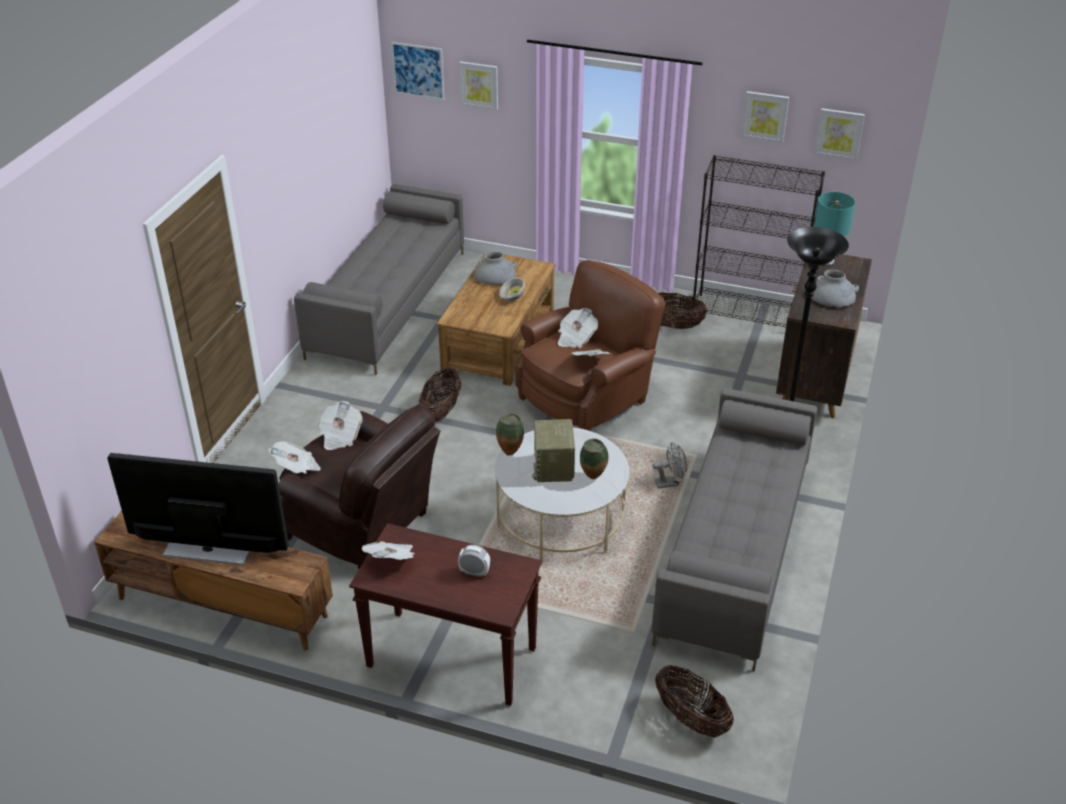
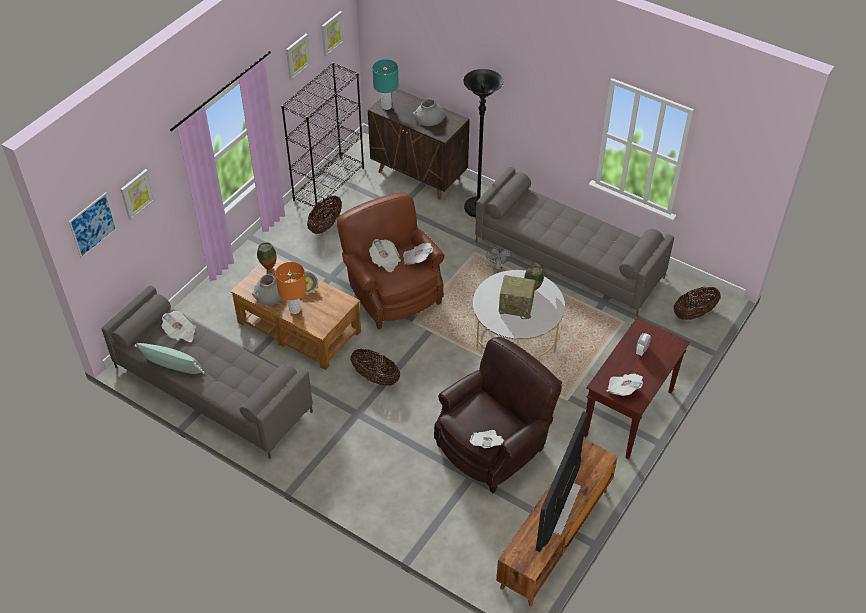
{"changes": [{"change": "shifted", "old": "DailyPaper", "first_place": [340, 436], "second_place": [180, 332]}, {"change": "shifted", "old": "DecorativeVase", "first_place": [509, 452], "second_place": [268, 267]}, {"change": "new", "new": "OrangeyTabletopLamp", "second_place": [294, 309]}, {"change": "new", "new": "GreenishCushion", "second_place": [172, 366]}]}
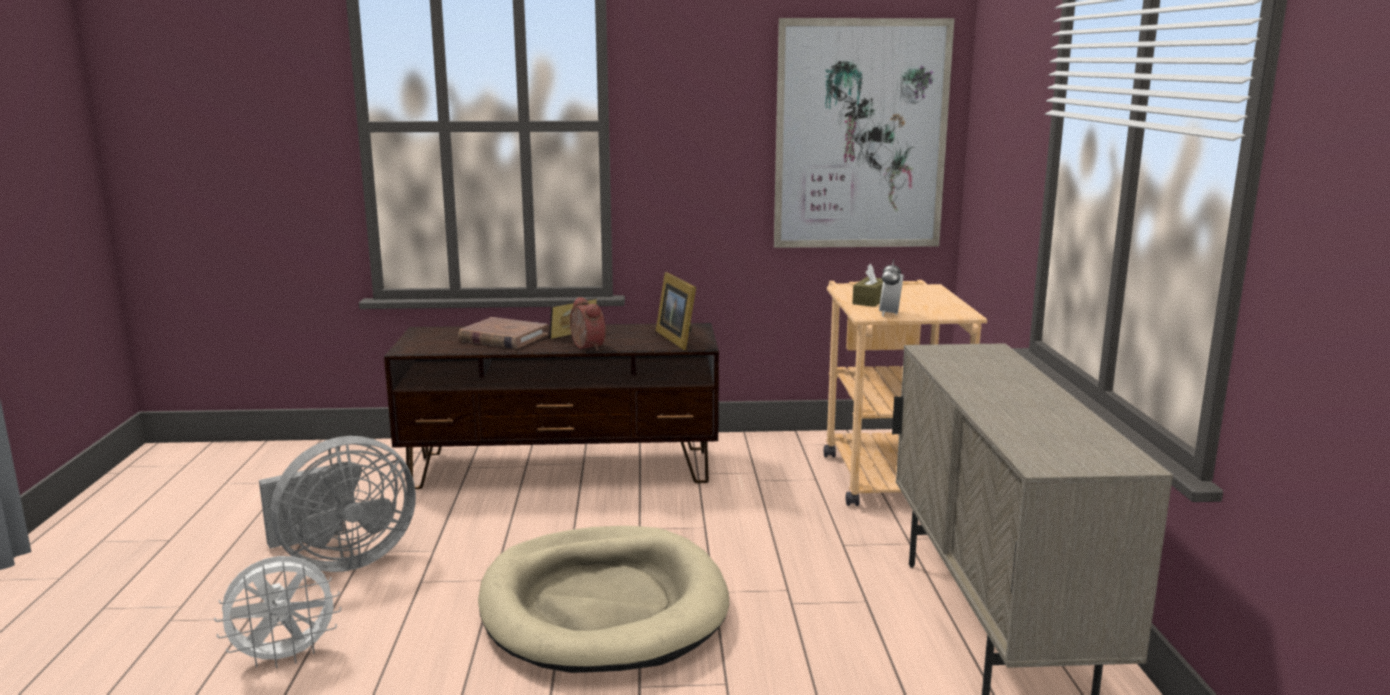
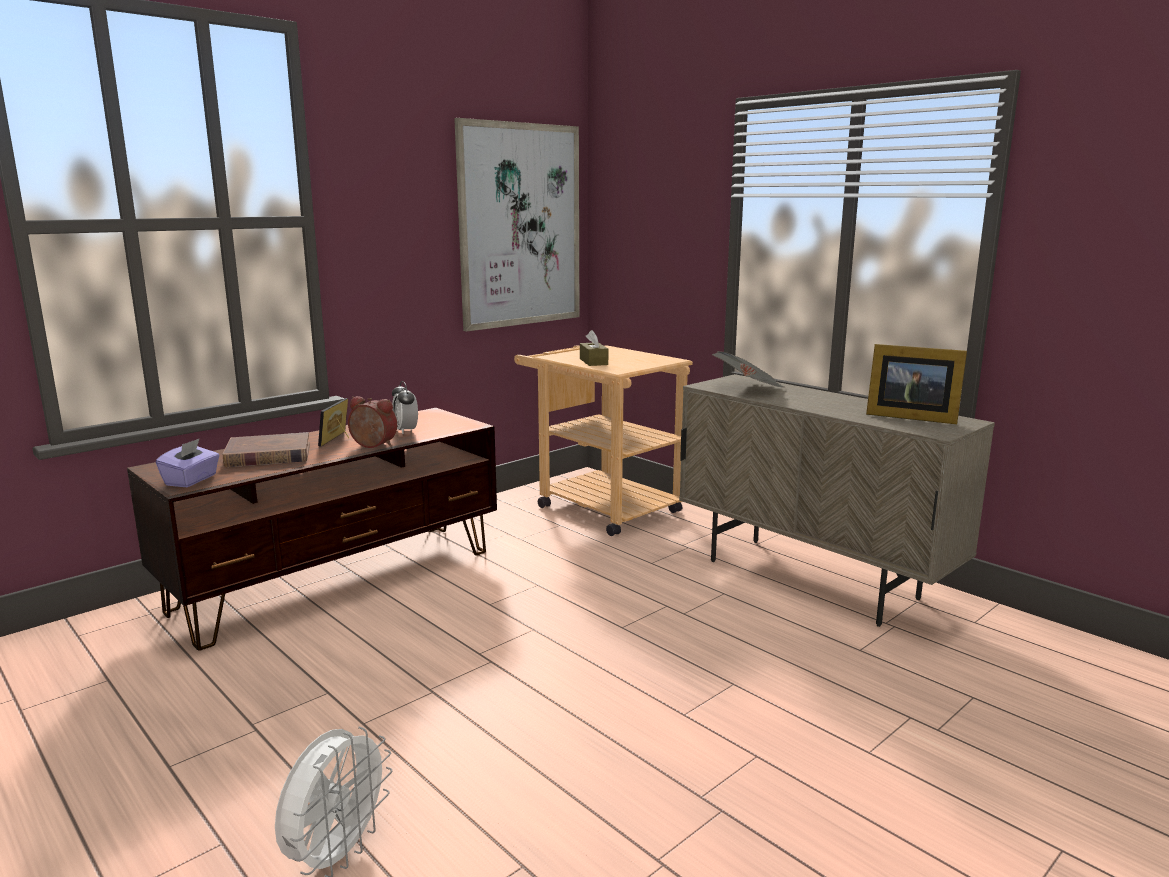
{"changes": [{"change": "shifted", "old": "BedsideClock", "first_place": [890, 314], "second_place": [406, 430]}, {"change": "shifted", "old": "PictureFrame", "first_place": [678, 339], "second_place": [908, 416]}, {"change": "gone", "old": "GreyFan", "first_place": [341, 560]}, {"change": "gone", "old": "SandColouredDogBed", "first_place": [603, 606]}, {"change": "new", "new": "DailyPaper", "second_place": [749, 389]}, {"change": "new", "new": "PurpleTissueHolder", "second_place": [191, 480]}]}
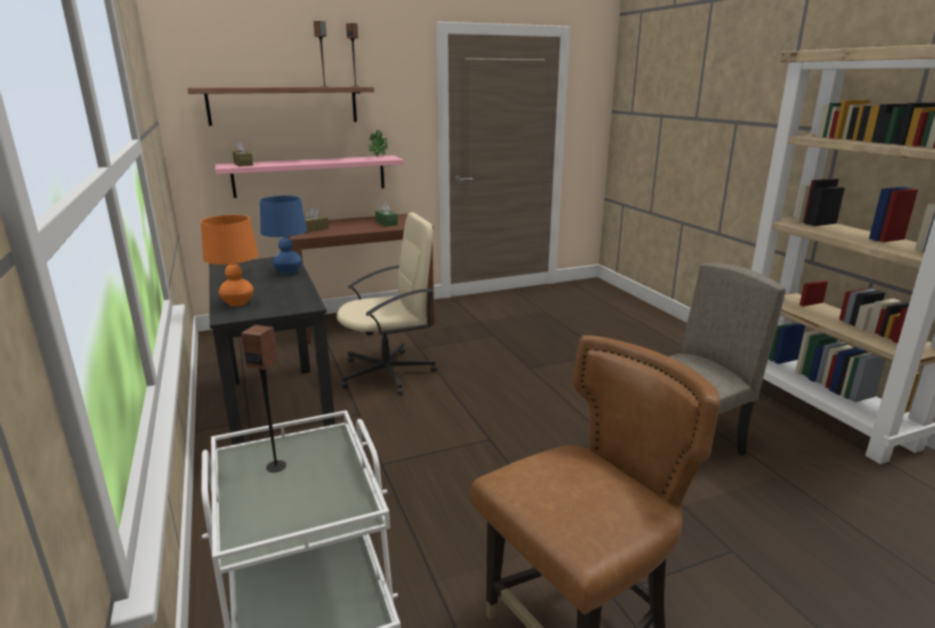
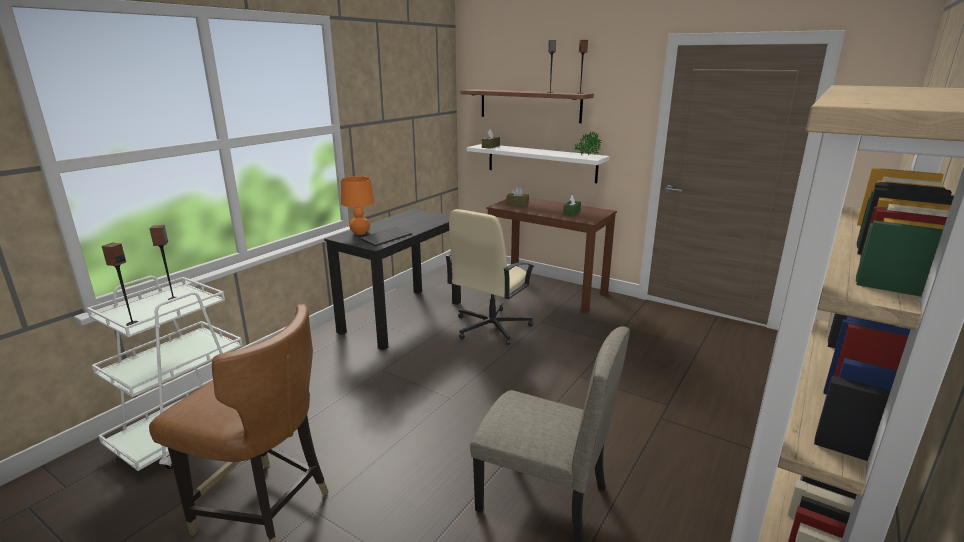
{"changes": [{"change": "repainted", "old": "PinkColouredShelf", "new": "WhitishShelf", "first_place": [310, 176], "second_place": [541, 162]}, {"change": "gone", "old": "BlueColouredTabletopLamp", "first_place": [288, 272]}, {"change": "rotated", "old": "SandColouredOfficeChair", "first_place": [388, 373], "second_place": [490, 327], "degrees": 90}, {"change": "new", "new": "Keyboard", "second_place": [386, 237]}, {"change": "new", "new": "Loudspeaker", "second_place": [132, 323]}]}
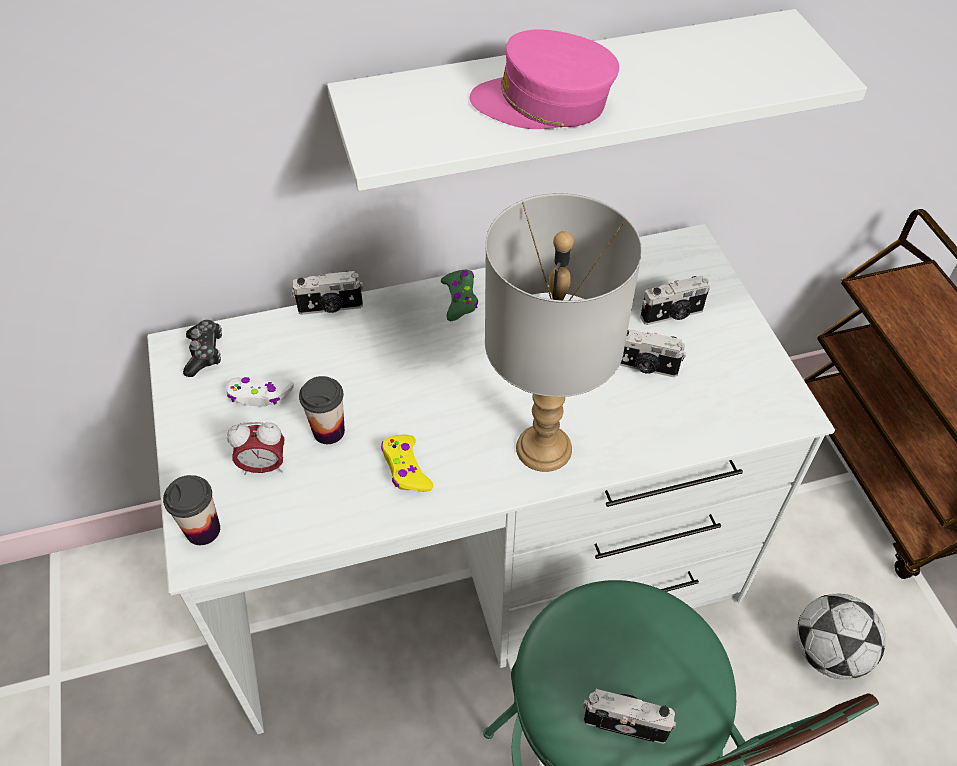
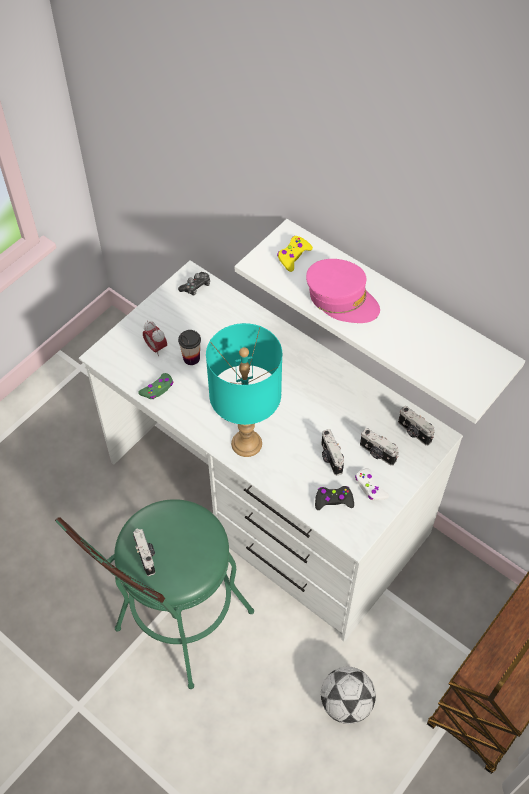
{"changes": [{"change": "rotated", "old": "PinkColouredBaseballCap", "first_place": [543, 103], "second_place": [341, 299], "degrees": 150}, {"change": "repainted", "old": "GreyTabletopLamp", "new": "TurquoiseTabletopLamp", "first_place": [542, 448], "second_place": [246, 443]}, {"change": "shifted", "old": "GreenishGamepad", "first_place": [460, 299], "second_place": [157, 389]}, {"change": "shifted", "old": "PhotoCamera", "first_place": [330, 308], "second_place": [413, 432]}, {"change": "shifted", "old": "WhitishGamepad", "first_place": [260, 395], "second_place": [370, 488]}, {"change": "shifted", "old": "YellowGamepad", "first_place": [406, 469], "second_place": [293, 256]}, {"change": "gone", "old": "SmallCup", "first_place": [203, 530]}, {"change": "new", "new": "BlackColouredGamepad", "second_place": [333, 500]}]}
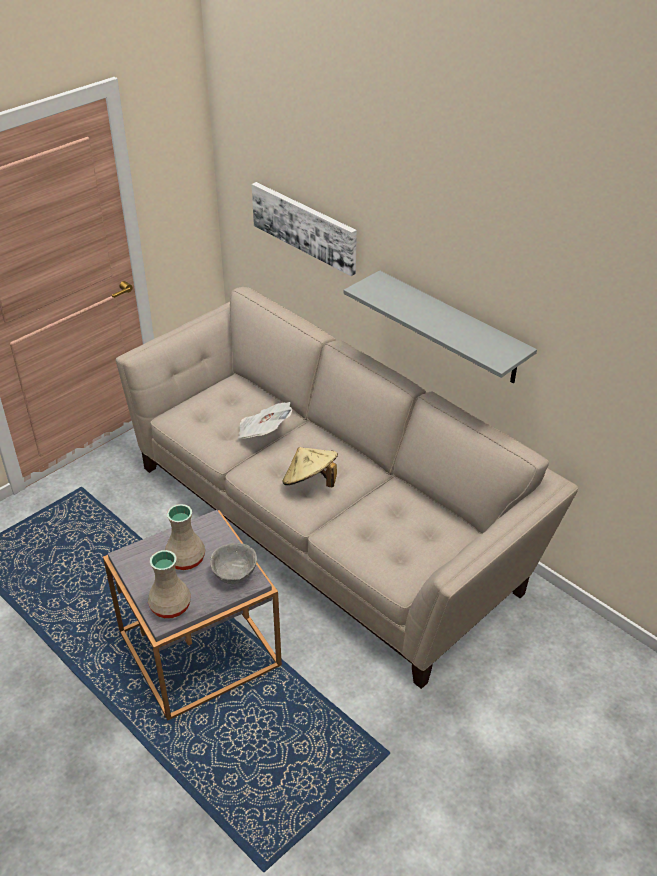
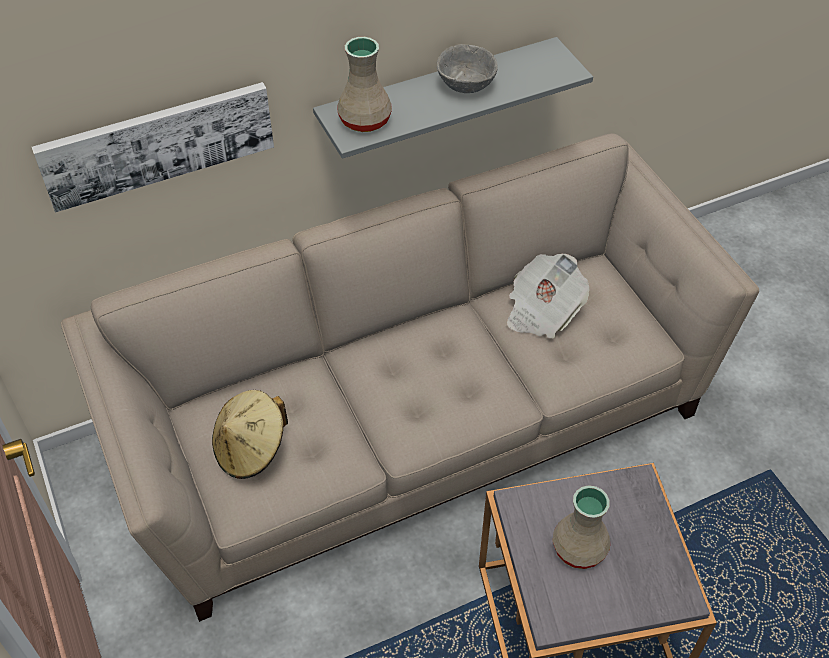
{"changes": [{"change": "shifted", "old": "DailyPaper", "first_place": [263, 432], "second_place": [542, 311]}, {"change": "shifted", "old": "SandColouredHat", "first_place": [310, 482], "second_place": [251, 449]}, {"change": "shifted", "old": "GreyServingBowl", "first_place": [235, 574], "second_place": [466, 85]}, {"change": "shifted", "old": "SandColouredDecorativeVase", "first_place": [169, 606], "second_place": [364, 121]}]}
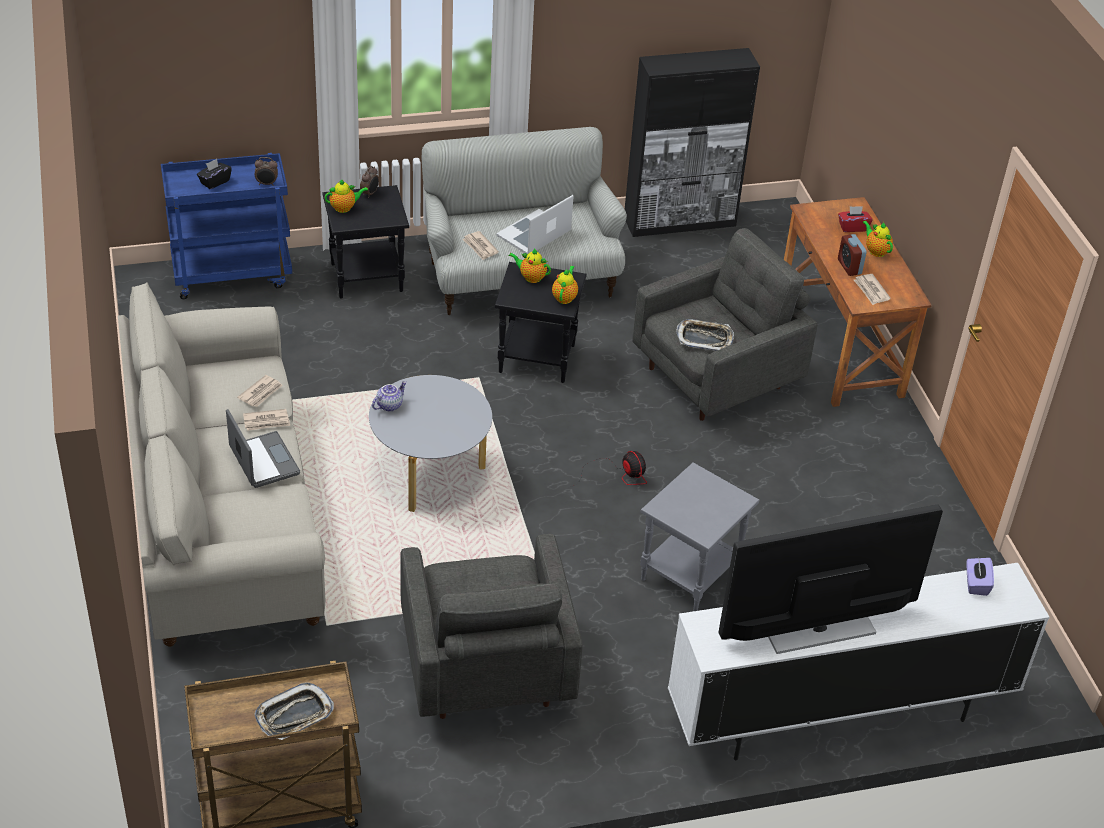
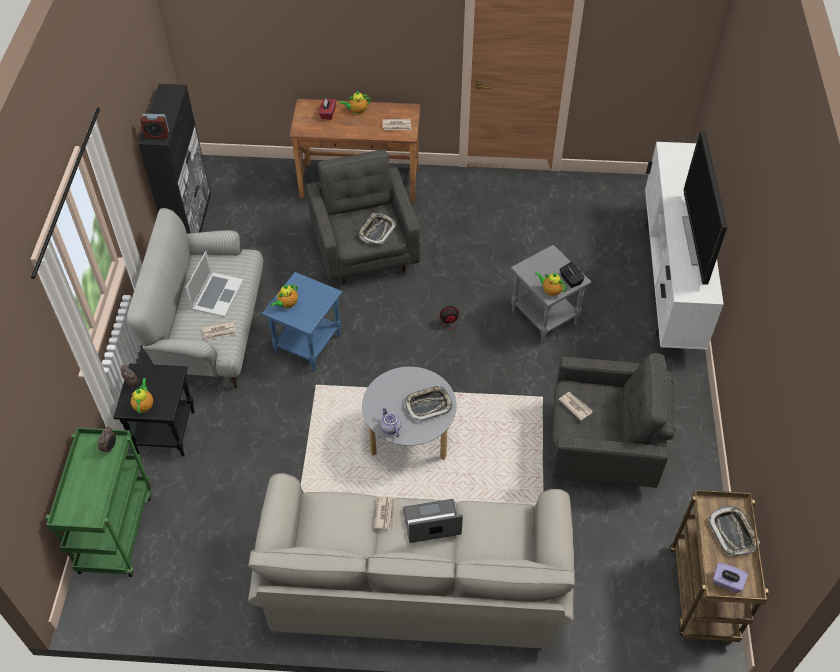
{"changes": [{"change": "repainted", "old": "BlueColouredCart", "new": "GreenishCart", "first_place": [233, 274], "second_place": [115, 530]}, {"change": "shifted", "old": "BlackColouredTissueHolder", "first_place": [215, 182], "second_place": [570, 280]}, {"change": "rotated", "old": "NotebookComputer", "first_place": [534, 233], "second_place": [217, 294], "degrees": -135}, {"change": "shifted", "old": "BedsideClock", "first_place": [849, 267], "second_place": [157, 135]}, {"change": "repainted", "old": "BlackColouredAccentTable", "new": "BlueColouredAccentTable", "first_place": [538, 358], "second_place": [307, 344]}, {"change": "shifted", "old": "TeaPot", "first_place": [565, 297], "second_place": [550, 291]}, {"change": "shifted", "old": "DailyPaper", "first_place": [261, 393], "second_place": [575, 406]}, {"change": "shifted", "old": "PurpleTissueHolder", "first_place": [976, 584], "second_place": [727, 582]}, {"change": "new", "new": "ServingTray", "second_place": [428, 405]}]}
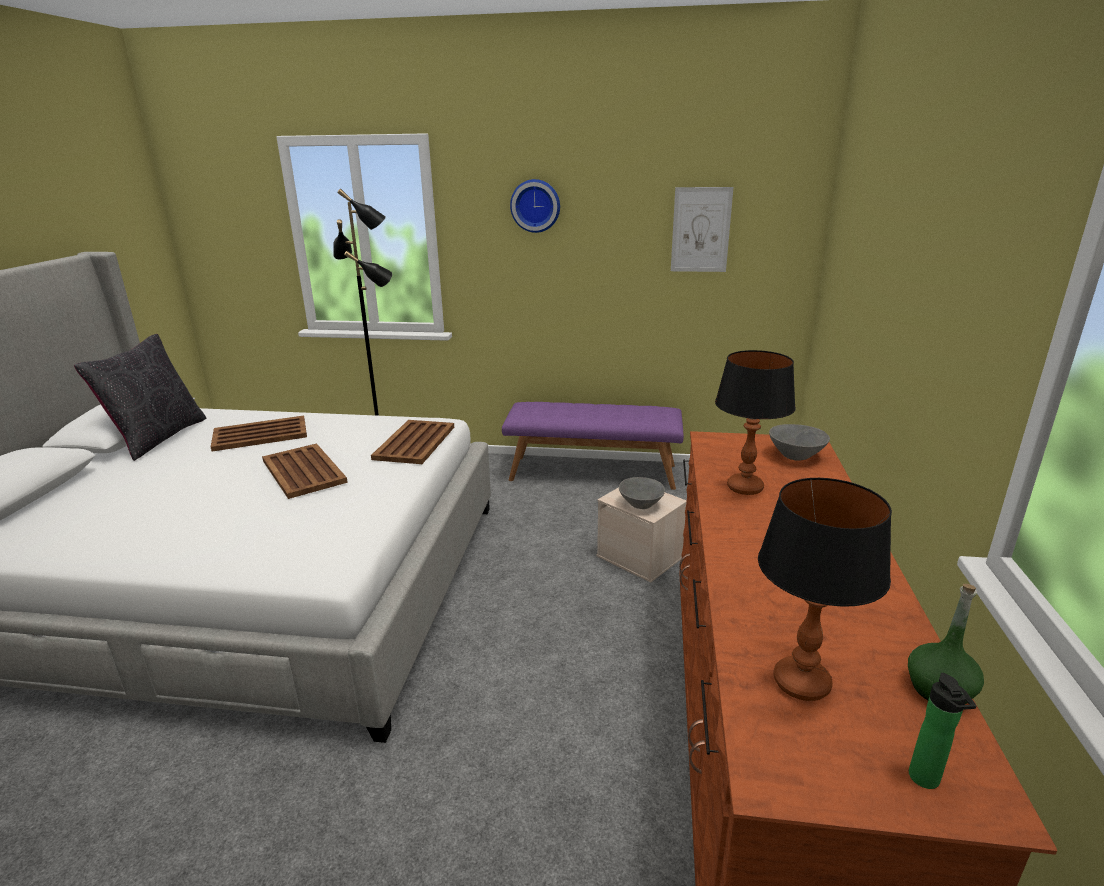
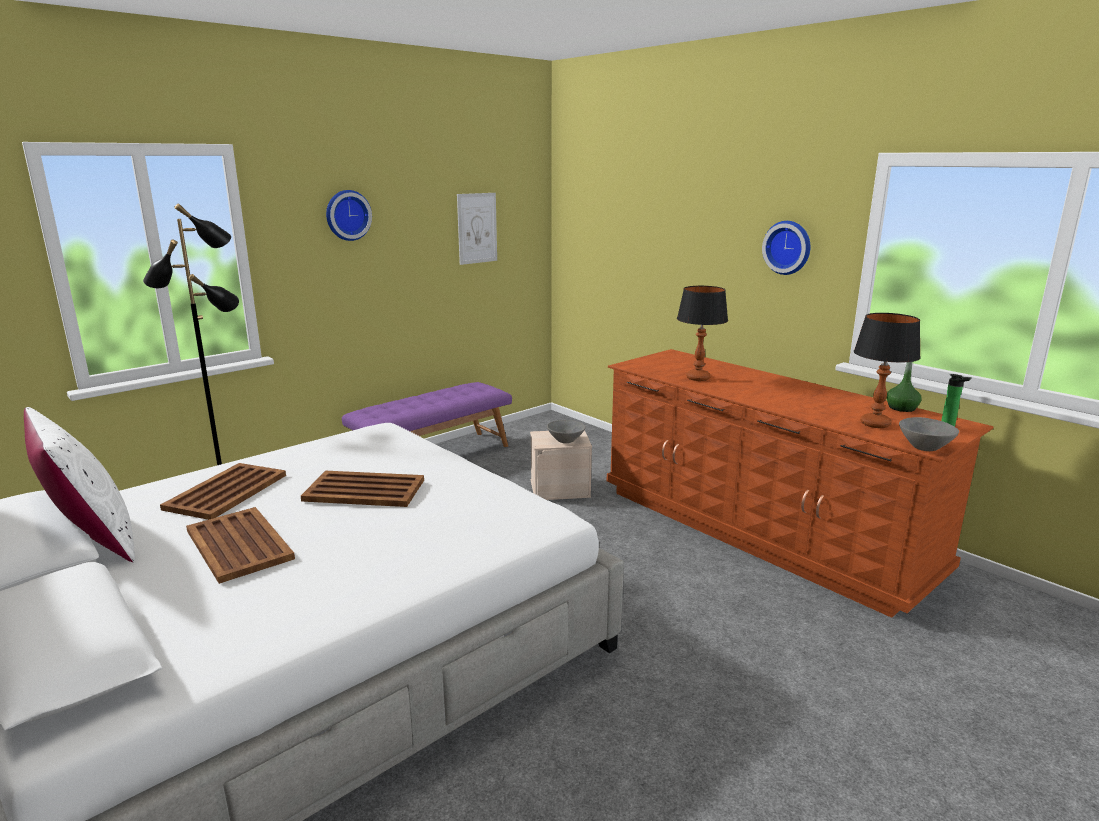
{"changes": [{"change": "repainted", "old": "BlackColouredCushion", "new": "WhitishCushion", "first_place": [158, 437], "second_place": [92, 540]}, {"change": "shifted", "old": "BrownColouredServingTray", "first_place": [414, 443], "second_place": [239, 545]}, {"change": "shifted", "old": "GreyServingBowl", "first_place": [796, 456], "second_place": [925, 447]}, {"change": "new", "new": "WallClock", "second_place": [788, 247]}]}
